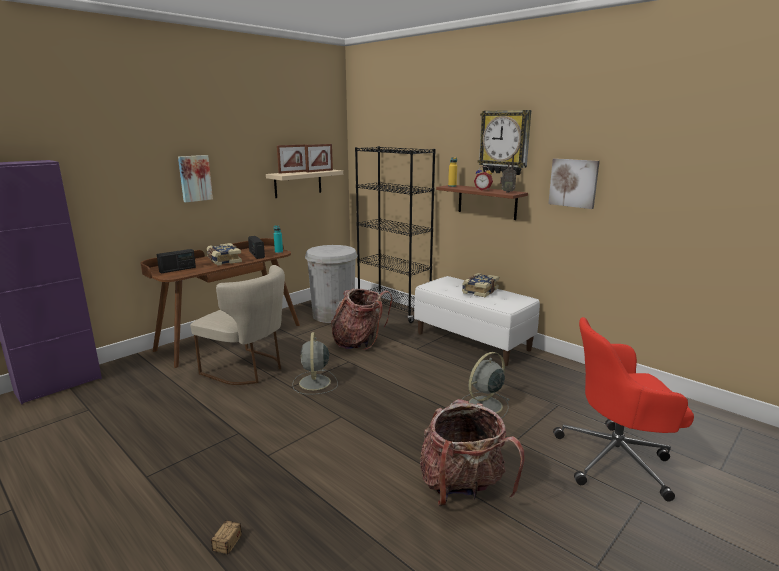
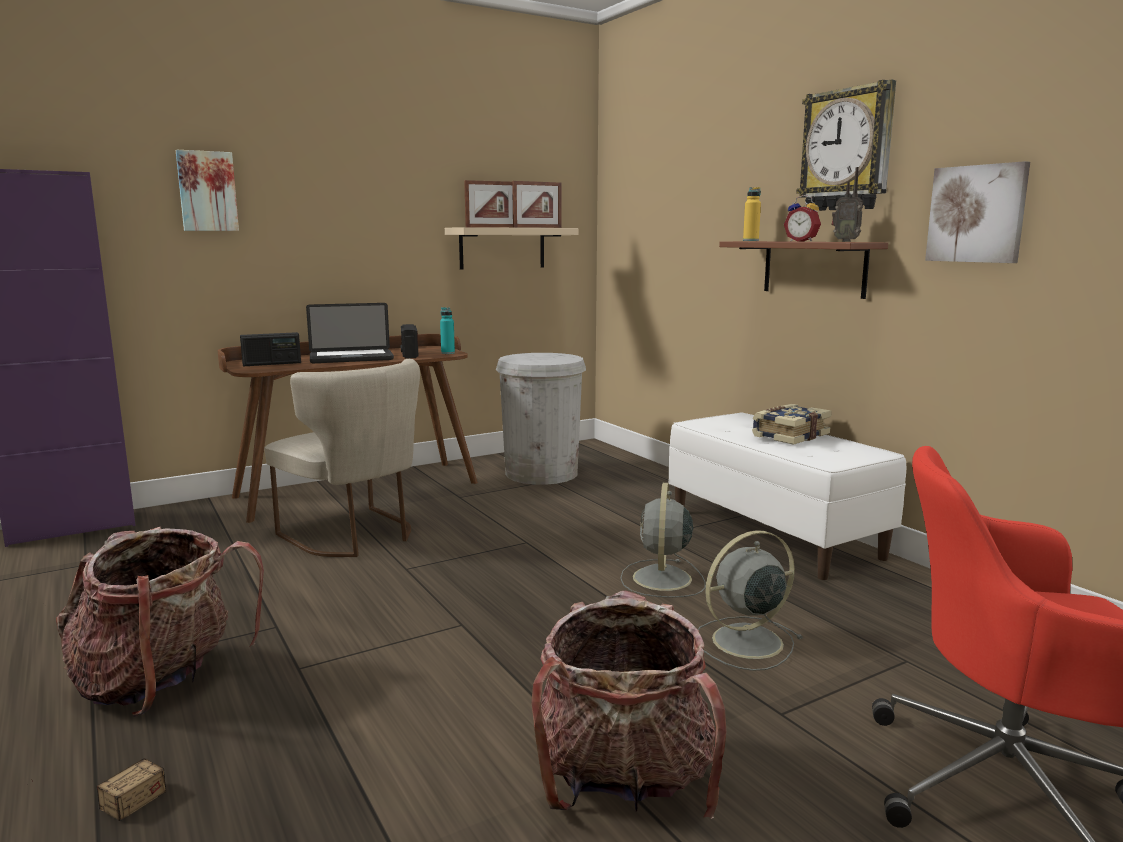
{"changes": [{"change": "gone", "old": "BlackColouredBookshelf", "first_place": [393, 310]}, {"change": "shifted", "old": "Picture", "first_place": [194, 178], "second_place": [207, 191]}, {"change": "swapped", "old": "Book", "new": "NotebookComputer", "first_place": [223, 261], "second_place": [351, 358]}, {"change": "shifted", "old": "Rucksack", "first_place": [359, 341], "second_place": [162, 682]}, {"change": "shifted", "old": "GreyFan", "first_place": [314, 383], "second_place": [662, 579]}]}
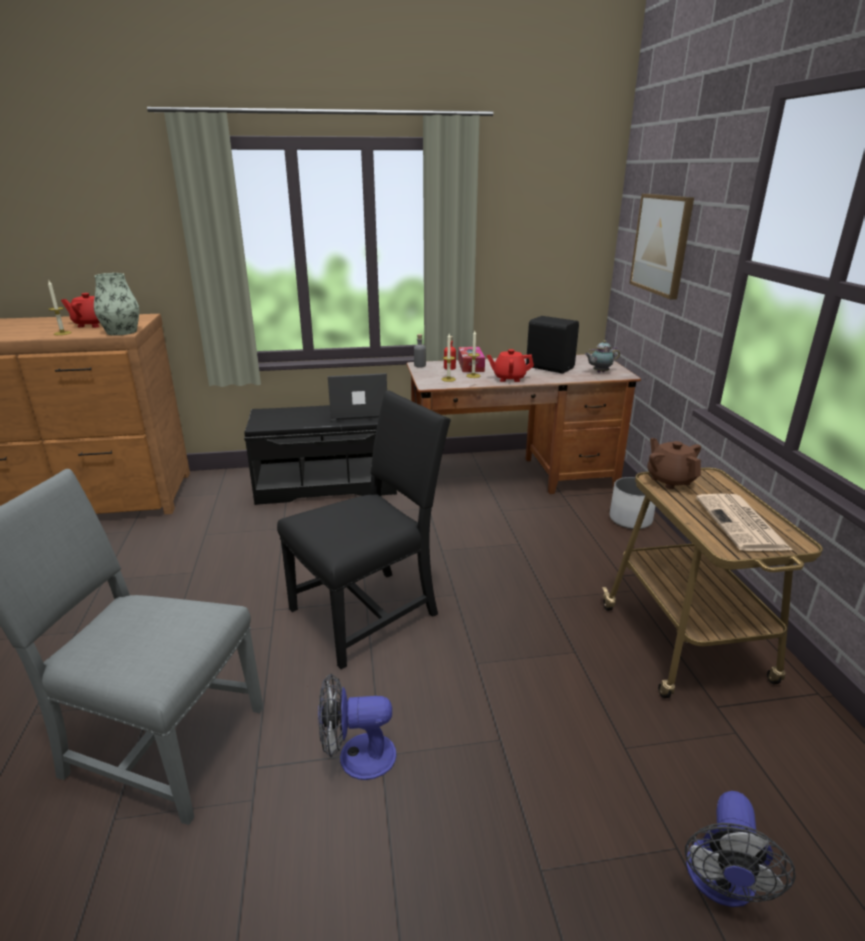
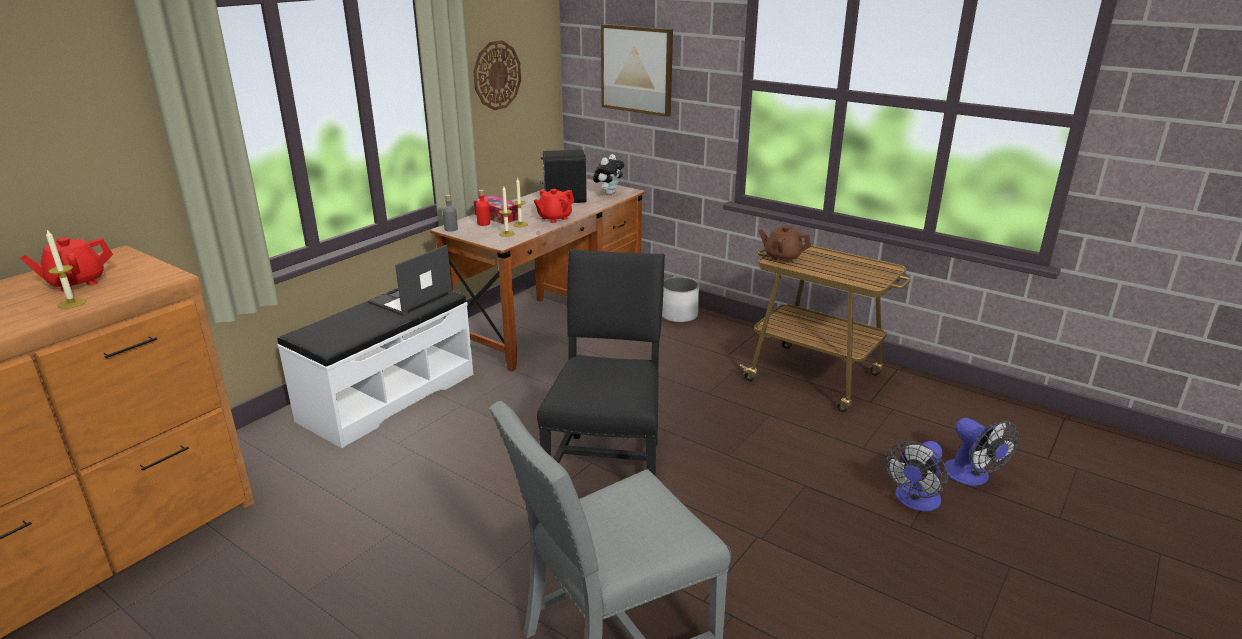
{"changes": [{"change": "gone", "old": "DecorativeVase", "first_place": [121, 332]}, {"change": "swapped", "old": "TeaPot", "new": "PlushToy", "first_place": [599, 372], "second_place": [608, 193]}, {"change": "repainted", "old": "BlackColouredLongSeat", "new": "WhitishLongSeat", "first_place": [326, 485], "second_place": [387, 396]}, {"change": "gone", "old": "DailyPaper", "first_place": [742, 524]}, {"change": "shifted", "old": "Fan", "first_place": [356, 757], "second_place": [914, 501]}, {"change": "new", "new": "WallClock", "second_place": [497, 75]}]}
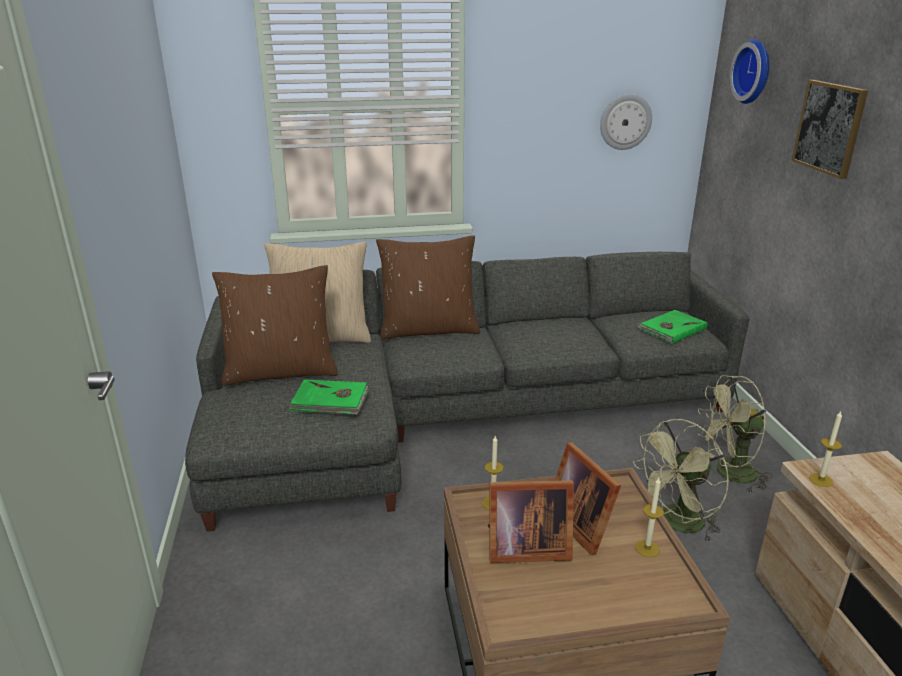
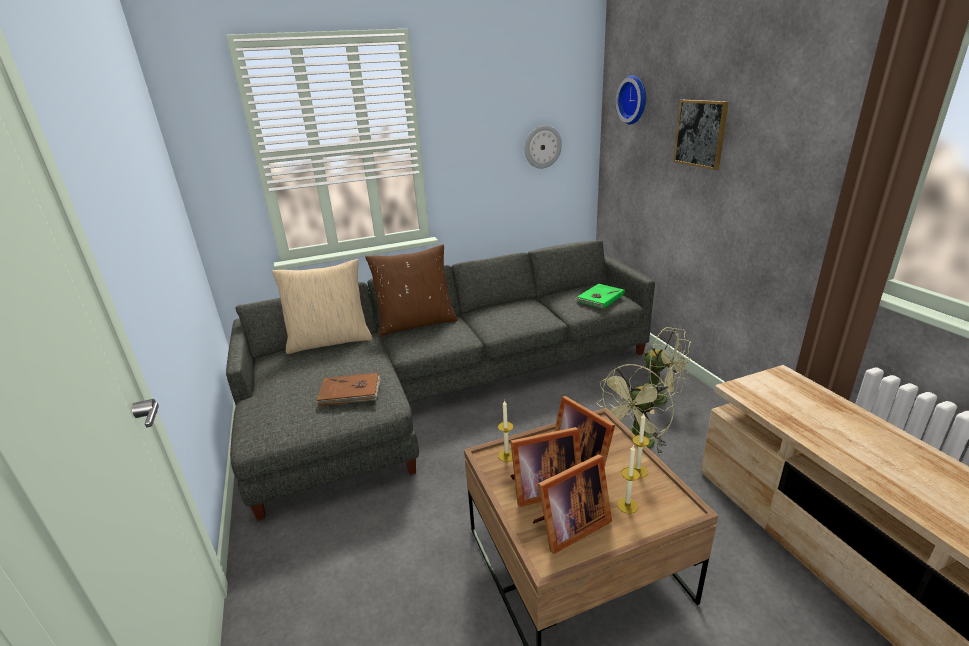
{"changes": [{"change": "gone", "old": "BrownColouredCushion", "first_place": [281, 371]}, {"change": "rotated", "old": "GreenishFan", "first_place": [728, 474], "second_place": [659, 399], "degrees": -120}, {"change": "repainted", "old": "GreenishBook", "new": "BrownColouredBook", "first_place": [330, 401], "second_place": [350, 392]}, {"change": "shifted", "old": "WaxLight", "first_place": [821, 480], "second_place": [627, 505]}, {"change": "new", "new": "PictureFrame", "second_place": [569, 527]}]}
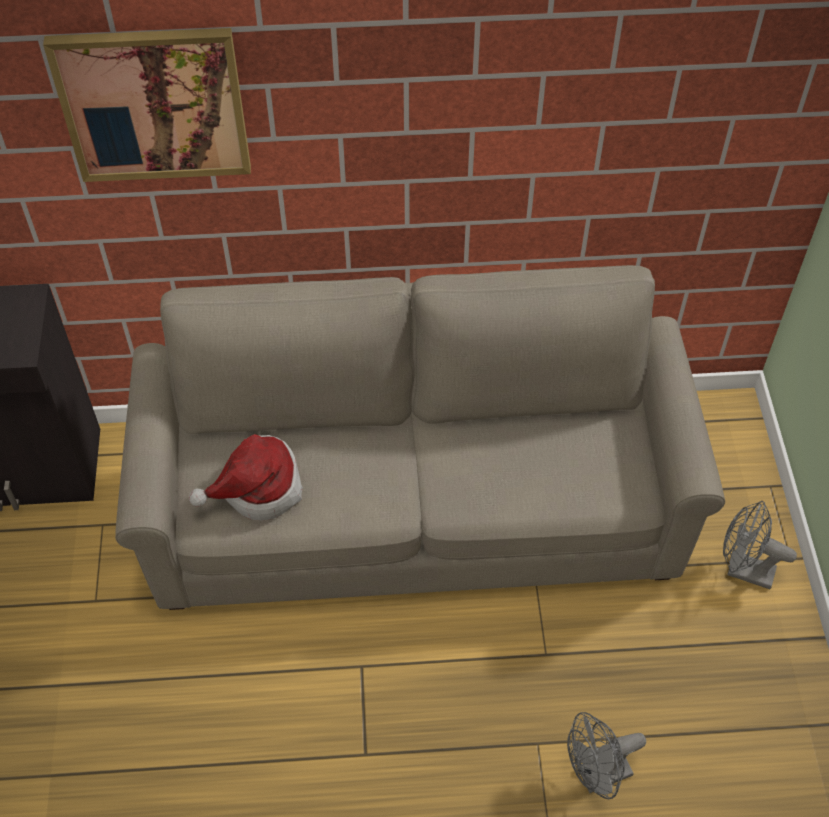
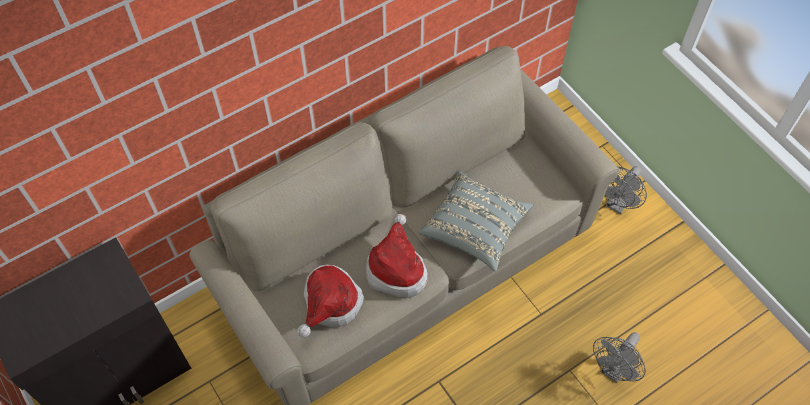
{"changes": [{"change": "gone", "old": "Picture", "first_place": [153, 104]}, {"change": "rotated", "old": "GreyFan", "first_place": [743, 570], "second_place": [617, 204], "degrees": -45}, {"change": "new", "new": "GreyCushion", "second_place": [474, 228]}, {"change": "new", "new": "Hat", "second_place": [396, 269]}]}
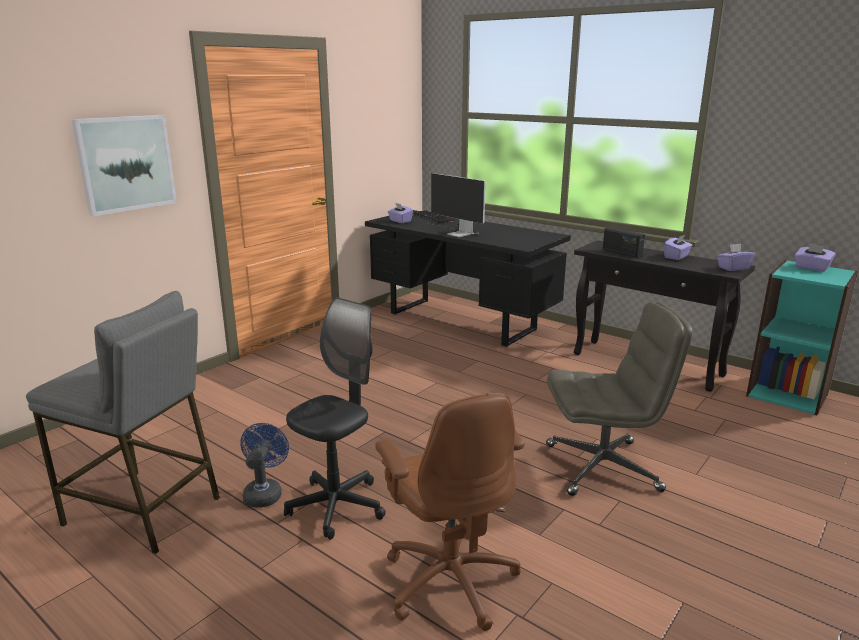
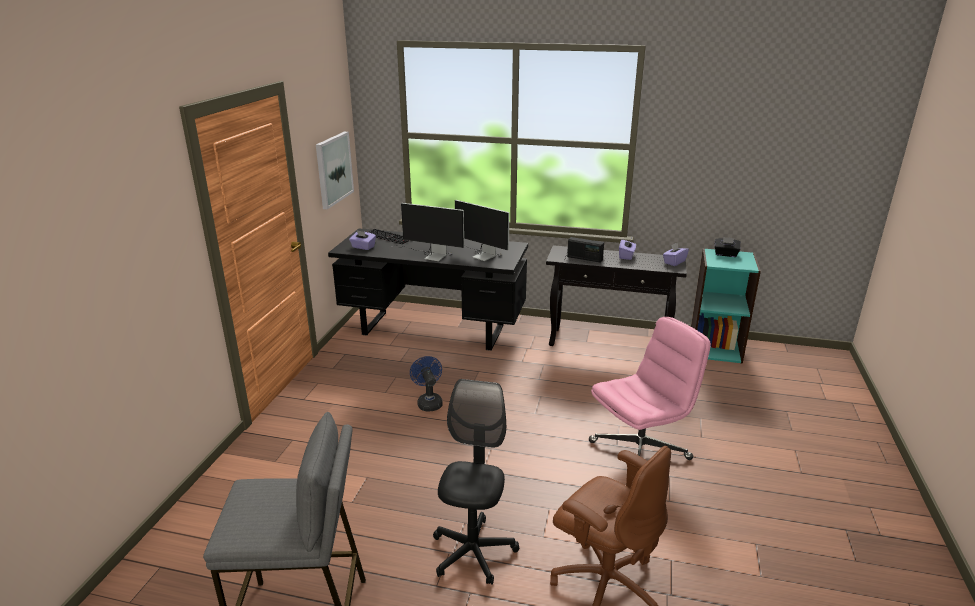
{"changes": [{"change": "shifted", "old": "Picture", "first_place": [126, 163], "second_place": [333, 169]}, {"change": "repainted", "old": "PurpleTissueHolder", "new": "BlackColouredTissueHolder", "first_place": [811, 268], "second_place": [725, 254]}, {"change": "repainted", "old": "GreyOfficeChair", "new": "PinkColouredOfficeChair", "first_place": [603, 467], "second_place": [640, 450]}, {"change": "shifted", "old": "BlueColouredFan", "first_place": [264, 492], "second_place": [428, 402]}, {"change": "new", "new": "ComputerScreen", "second_place": [480, 254]}]}
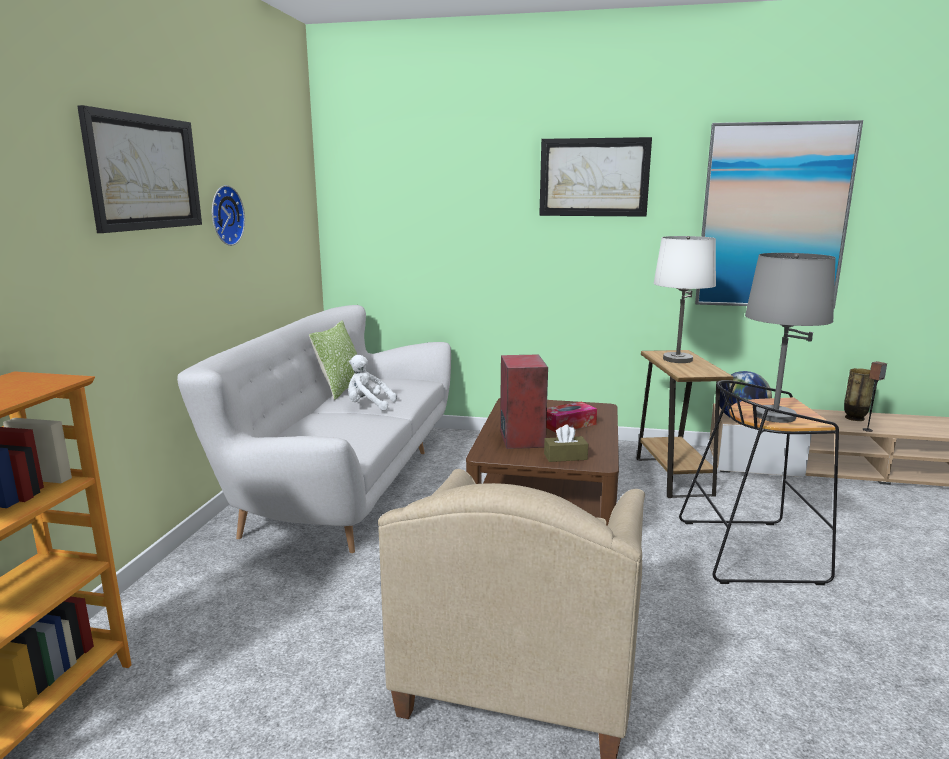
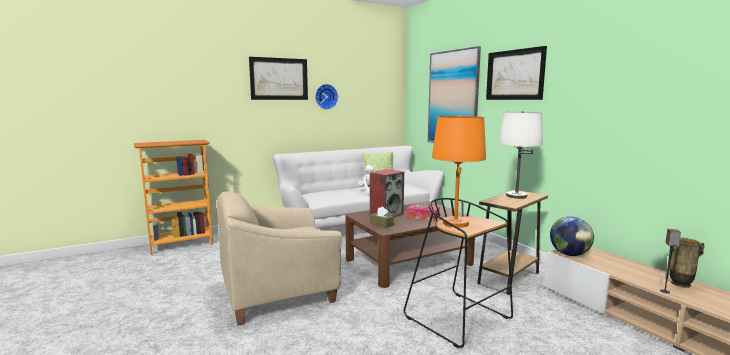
{"changes": [{"change": "shifted", "old": "Picture", "first_place": [773, 217], "second_place": [453, 98]}, {"change": "repainted", "old": "GreyTabletopLamp", "new": "OrangeyTabletopLamp", "first_place": [774, 416], "second_place": [455, 223]}]}
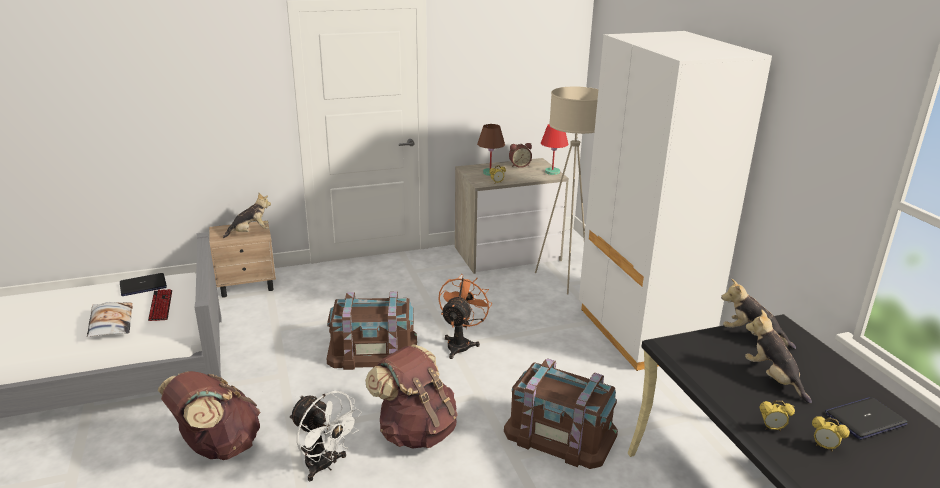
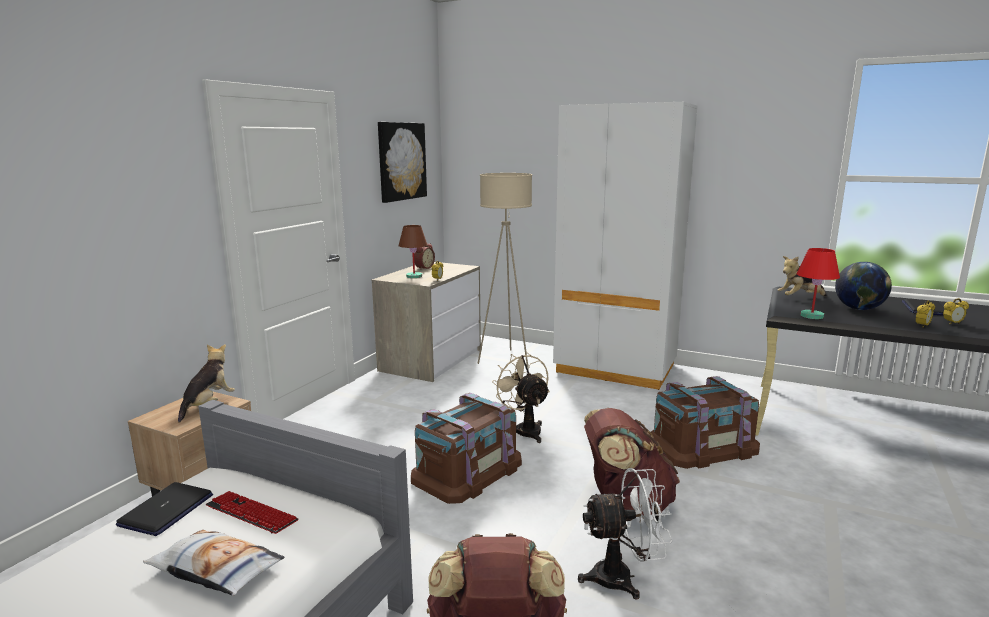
{"changes": [{"change": "shifted", "old": "RedTabletopLamp", "first_place": [552, 172], "second_place": [812, 316]}, {"change": "repainted", "old": "OrangeyFan", "new": "SandColouredFan", "first_place": [461, 343], "second_place": [525, 429]}, {"change": "swapped", "old": "PlushToy", "new": "DeskGlobe", "first_place": [773, 378], "second_place": [859, 309]}, {"change": "new", "new": "Picture", "second_place": [401, 161]}]}
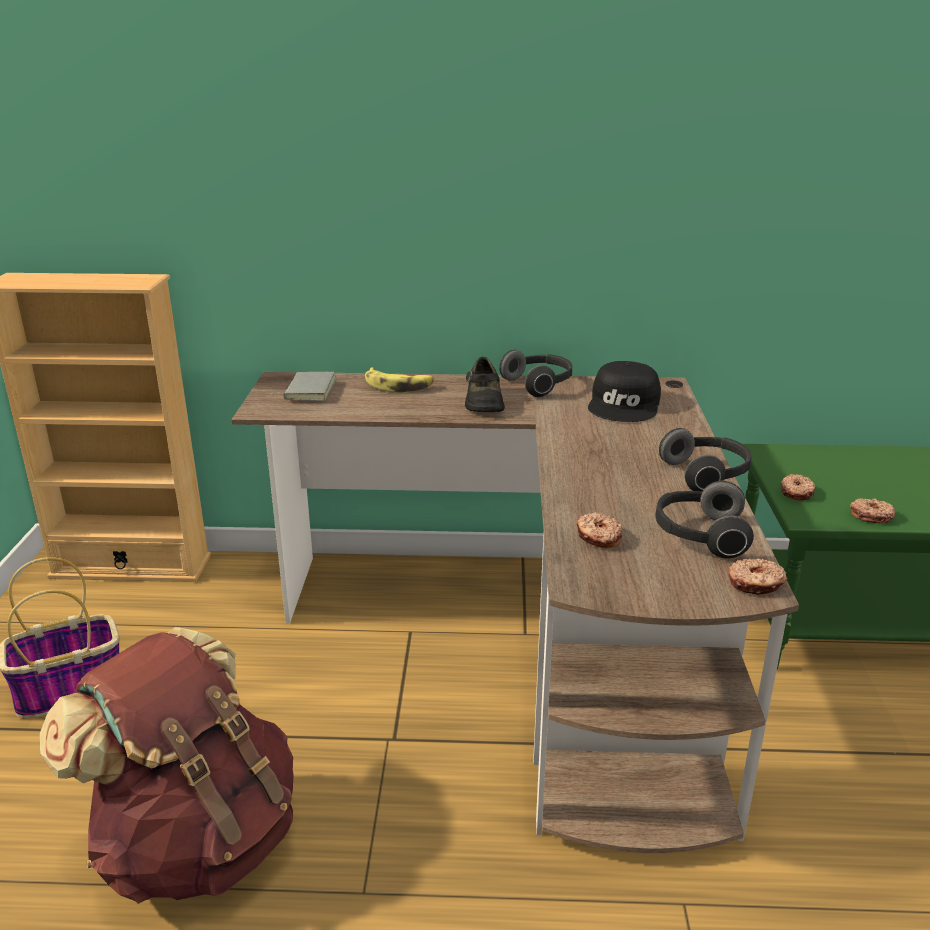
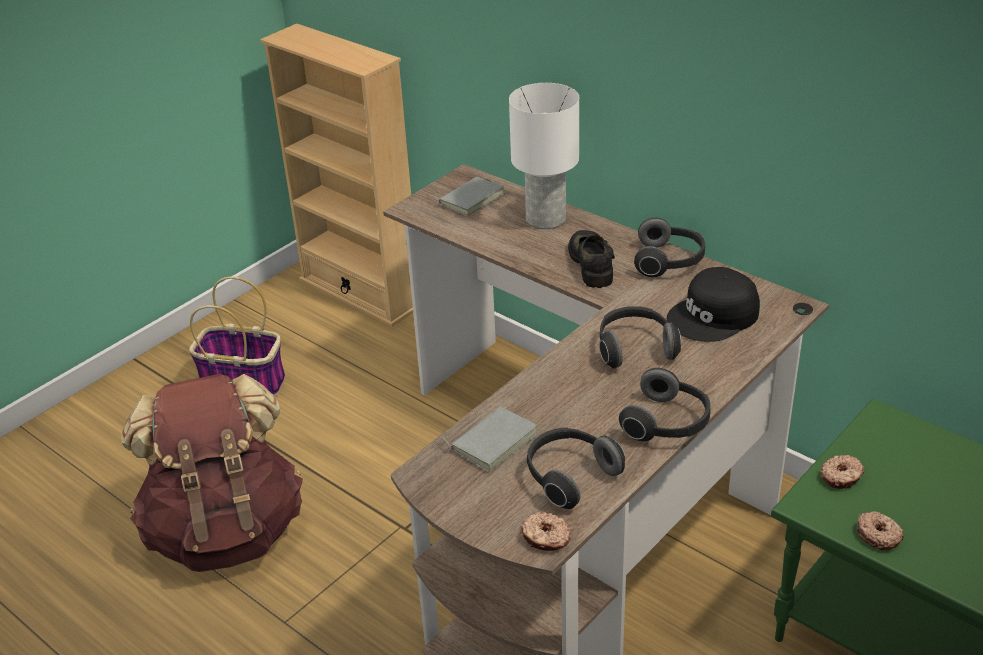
{"changes": [{"change": "rotated", "old": "BlackColouredItemOfFootwear", "first_place": [483, 402], "second_place": [592, 264], "degrees": 135}, {"change": "swapped", "old": "WholeBanana", "new": "WhitishTabletopLamp", "first_place": [398, 386], "second_place": [547, 219]}, {"change": "swapped", "old": "RingDoughnut", "new": "GreyBook", "first_place": [598, 537], "second_place": [492, 441]}, {"change": "new", "new": "PairOfHeadphones", "second_place": [635, 348]}]}
